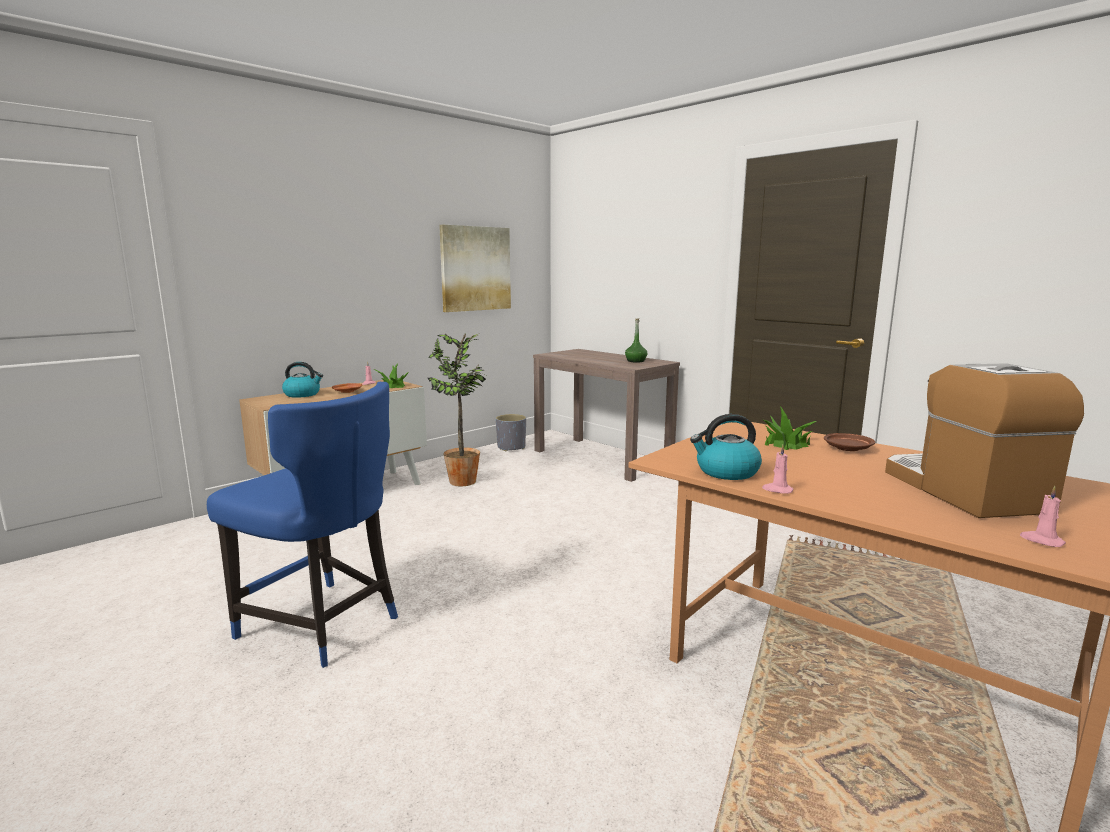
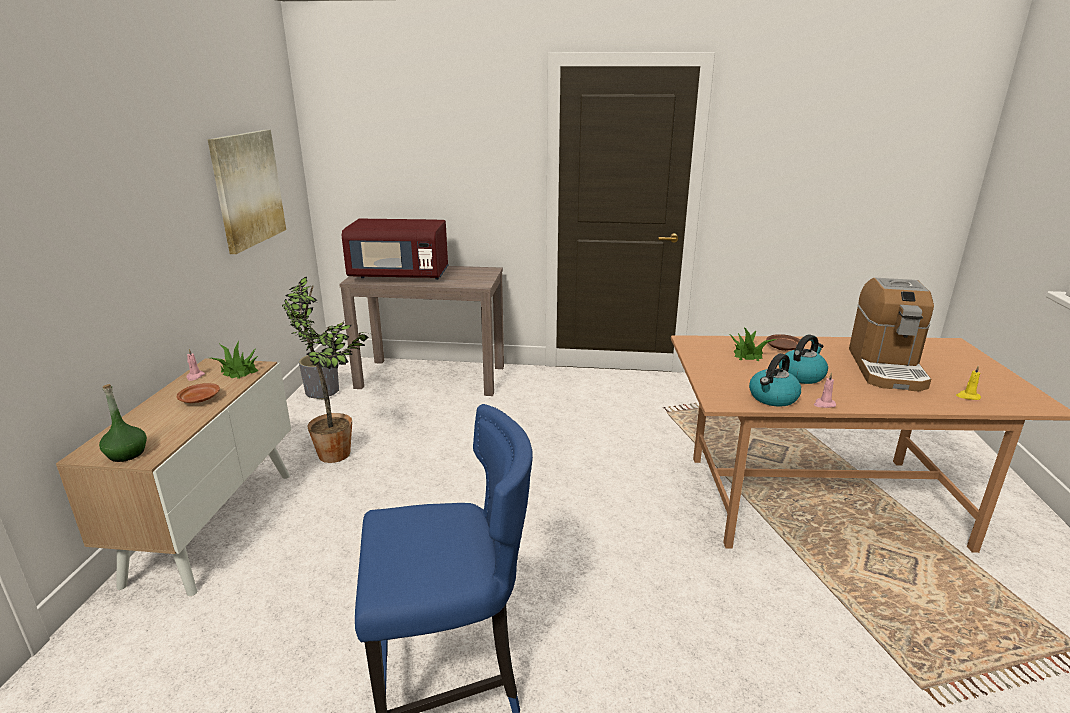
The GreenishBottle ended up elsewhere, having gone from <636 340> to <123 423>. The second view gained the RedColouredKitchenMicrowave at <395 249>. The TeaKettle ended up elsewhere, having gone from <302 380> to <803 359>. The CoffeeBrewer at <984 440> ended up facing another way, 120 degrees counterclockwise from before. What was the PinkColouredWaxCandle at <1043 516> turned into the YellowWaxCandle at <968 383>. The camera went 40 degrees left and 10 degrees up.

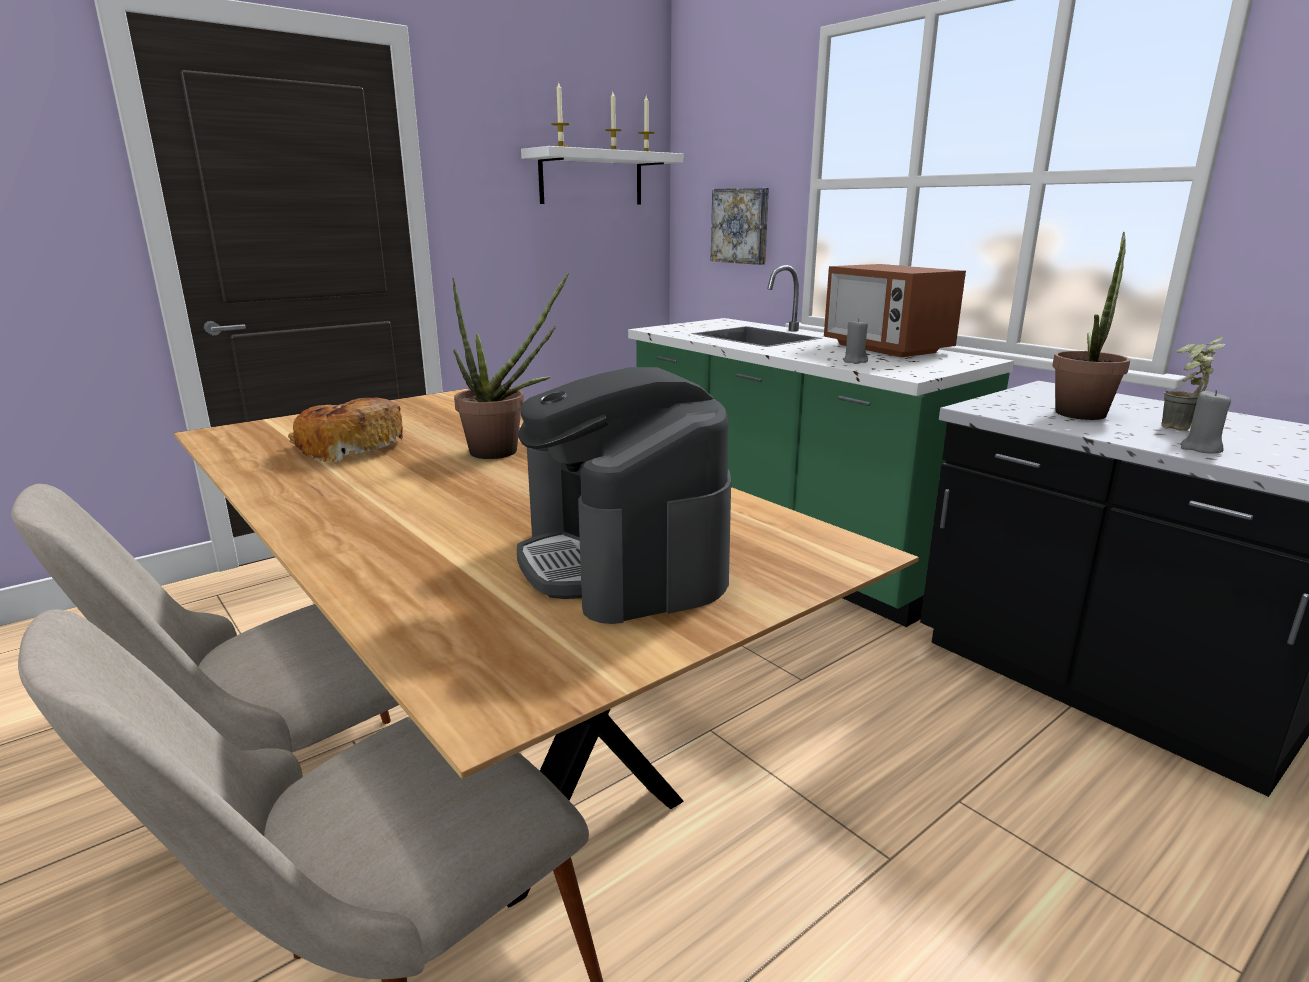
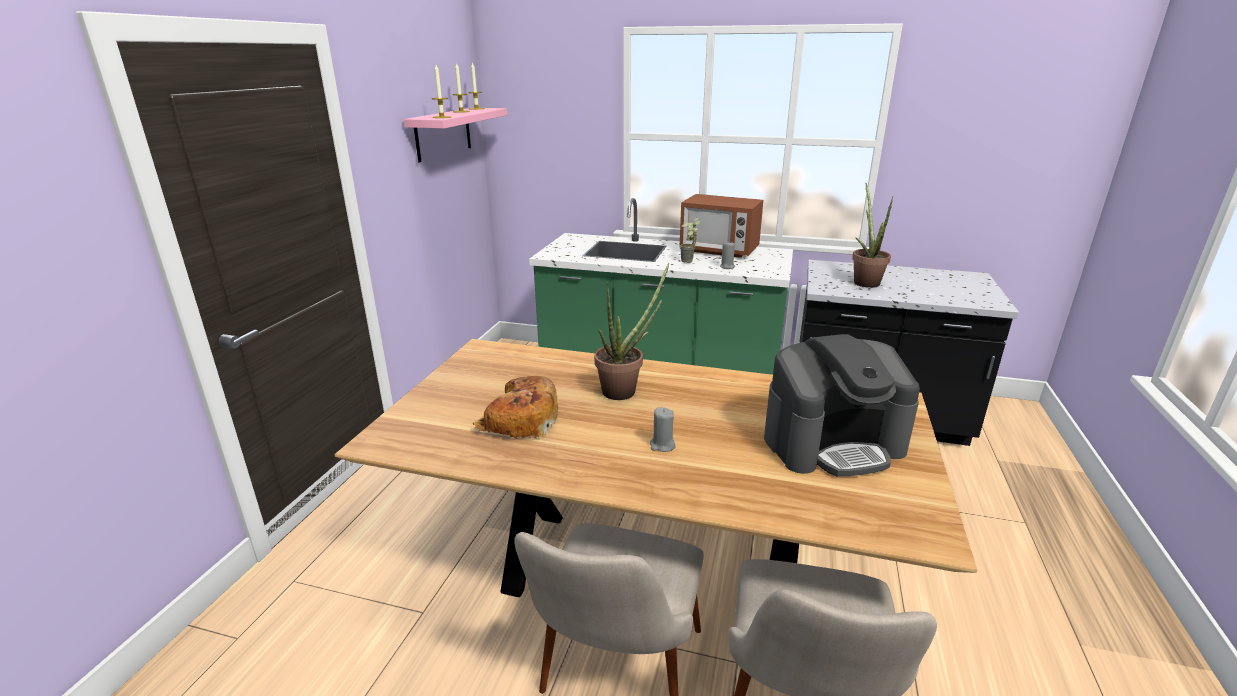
What was the WhiteColouredWallShelf at <602 175> turned into the PinkColouredWallShelf at <455 135>. The GreyWaxCandle ended up elsewhere, having gone from <1205 421> to <663 429>. The Houseplant ended up elsewhere, having gone from <1194 383> to <690 240>. The CoffeeBrewer at <624 495> ended up facing another way, 45 degrees counterclockwise from before. The second view lost the Picture at <740 226>. The camera went 35 degrees left and 5 degrees up.

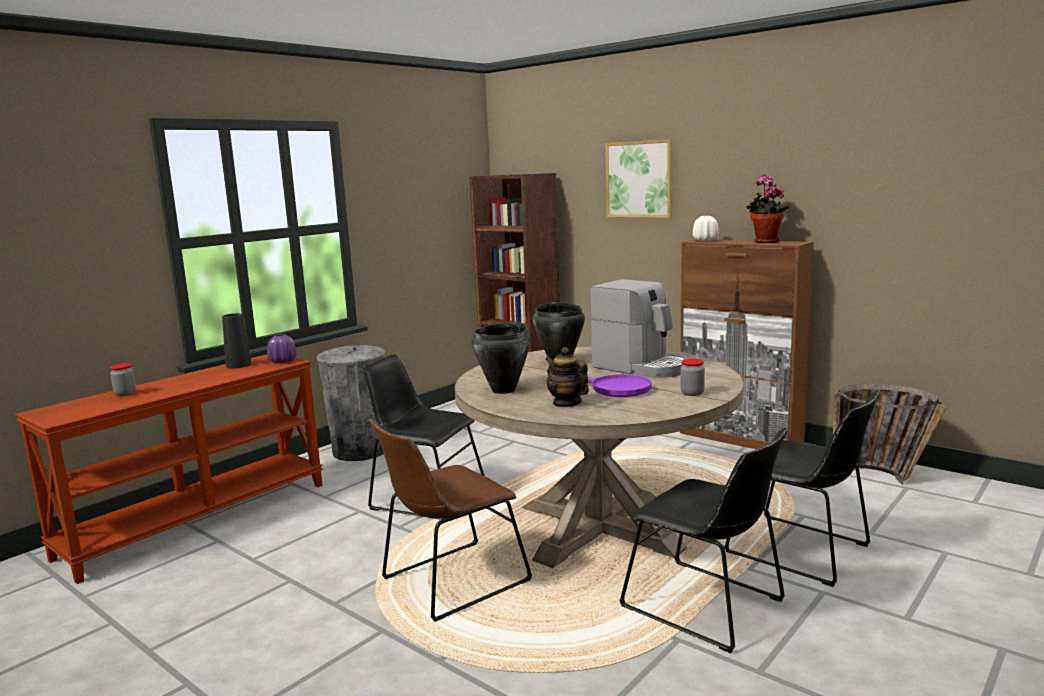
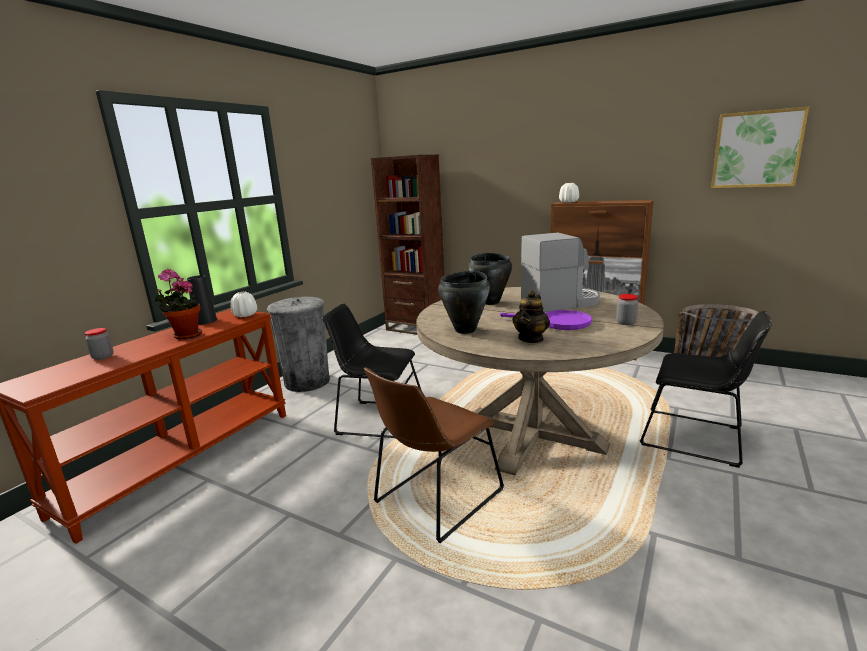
The Houseplant ended up elsewhere, having gone from <768 208> to <178 304>. What was the PurplishFlowerVase at <281 348> turned into the WhiteColouredFlowerVase at <244 304>. The Teapot at <567 377> ended up facing another way, 105 degrees counterclockwise from before. The CoffeeBrewer at <638 328> ended up facing another way, 45 degrees counterclockwise from before. The Picture ended up elsewhere, having gone from <639 178> to <760 147>. The second view lost the BlackPlainChair at <703 540>. The camera went 10 degrees left and 5 degrees up.

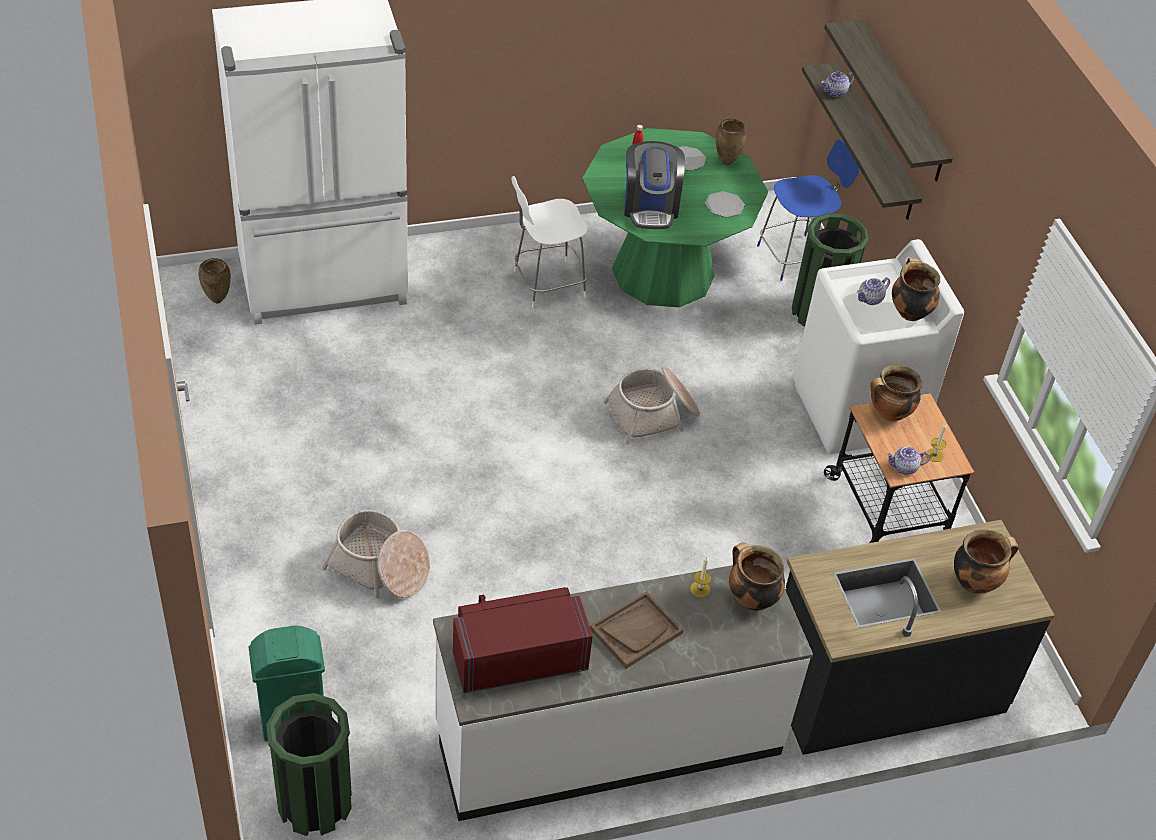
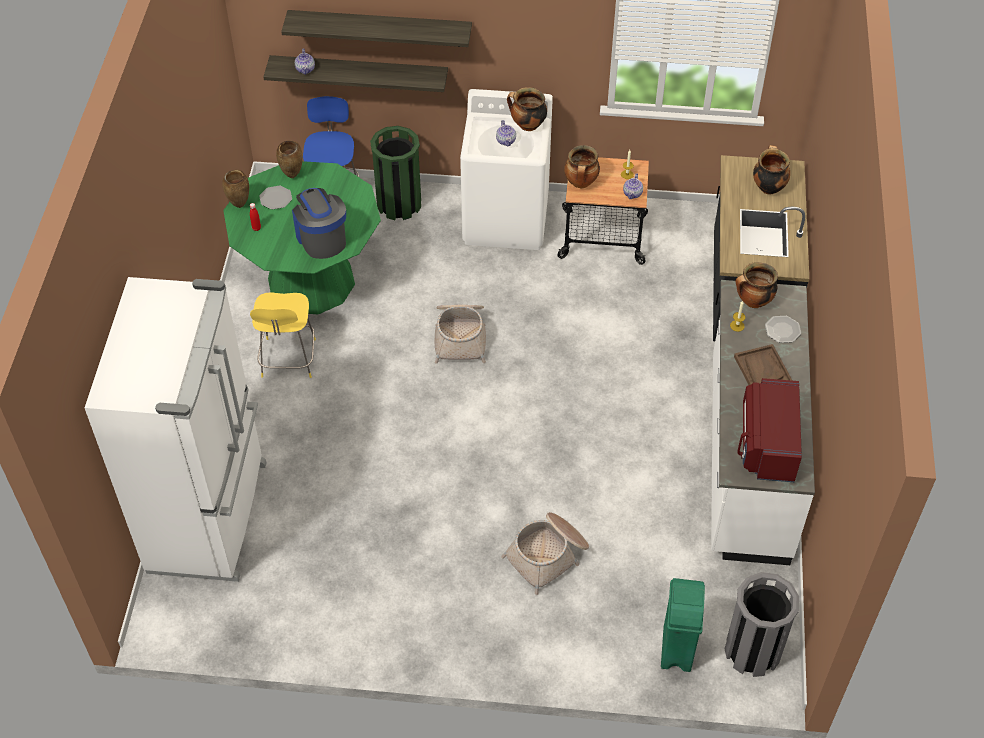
The BrownishFlowerVase ended up elsewhere, having gone from <215 281> to <235 189>. What was the WhiteColouredStool at <549 242> turned into the YellowStool at <283 335>. The CoffeeBrewer at <654 185> ended up facing another way, 135 degrees counterclockwise from before. What was the GreenishTrashCan at <309 764> turned into the GreyTrashCan at <762 624>. The FlatDish ended up elsewhere, having gone from <725 204> to <783 329>. The camera went 65 degrees left and 5 degrees up.

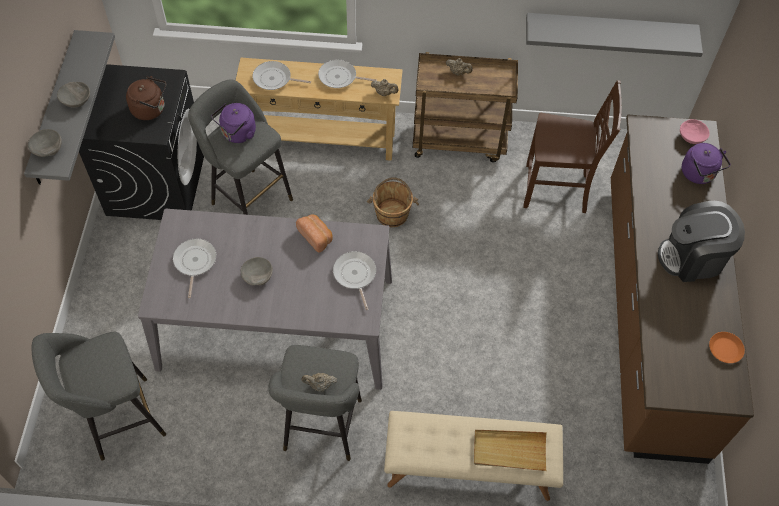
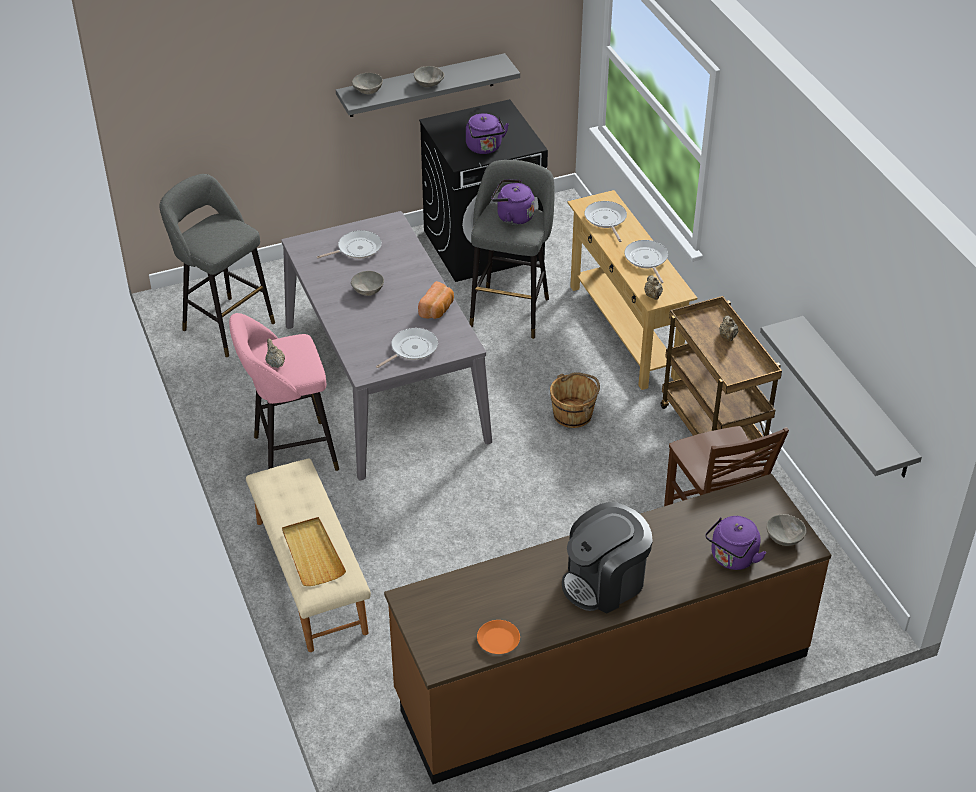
What was the GreyStool at <315 403> turned into the PinkColouredStool at <284 392>. What was the BrownishTeaKettle at <146 98> turned into the PurplishTeaKettle at <487 133>. The CoffeeBrewer at <701 241> ended up facing another way, 90 degrees counterclockwise from before. What was the PinkColouredDeepDish at <695 131> turned into the GreyDeepDish at <786 530>. The camera went 65 degrees right and 15 degrees down.

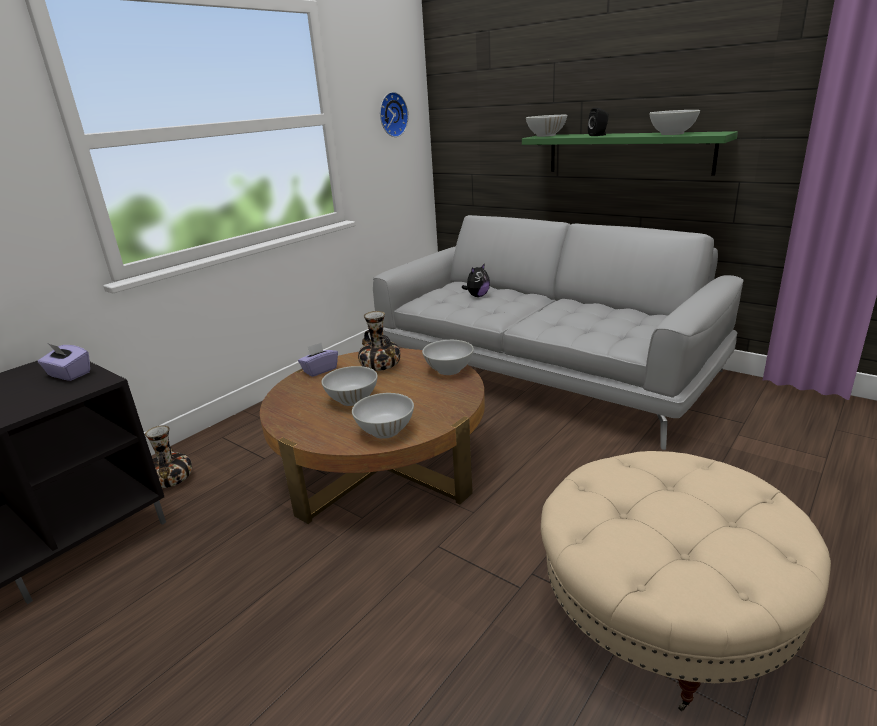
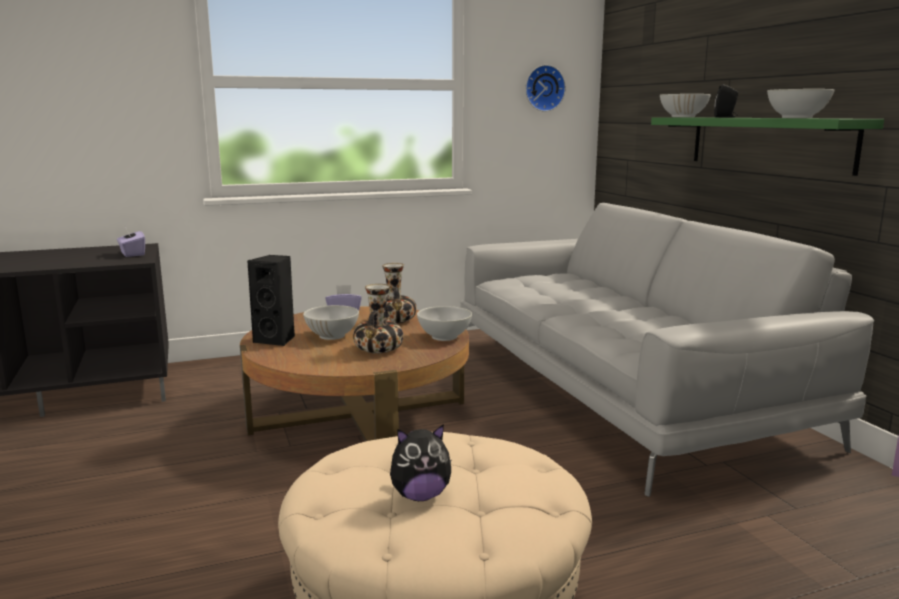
The second view gained the BlackLoudspeaker at <271 300>. The FlowerVase ended up elsewhere, having gone from <168 456> to <378 319>. The PlushToy ended up elsewhere, having gone from <476 280> to <421 462>. The second view lost the WhiteColouredDeepDish at <383 416>. The camera went 30 degrees right and 10 degrees down.

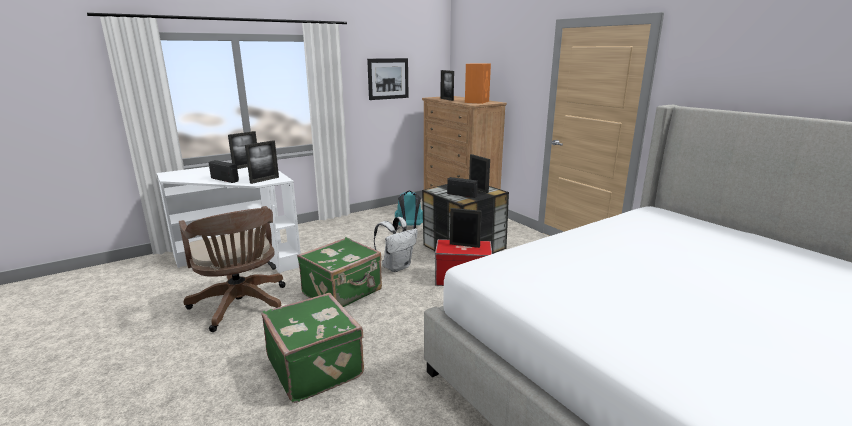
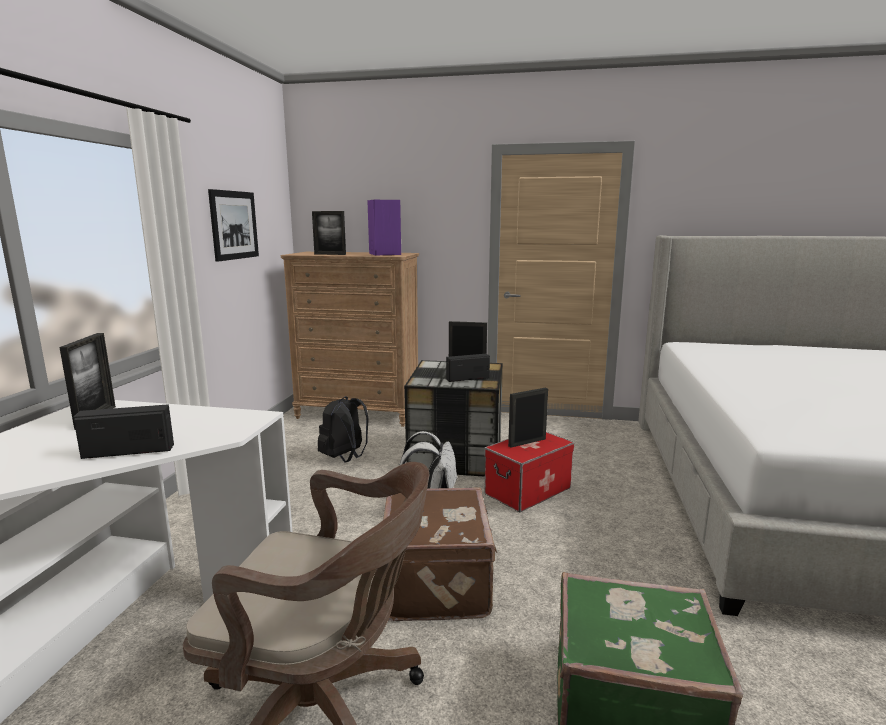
What was the BlueGreenKnapsack at <409 210> turned into the BlackKnapsack at <343 429>. What was the OrangeColouredLoudspeaker at <478 83> turned into the PurplishLoudspeaker at <384 227>. What was the GreenishSuitcase at <339 272> turned into the BrownishSuitcase at <440 554>. The second view lost the StandingFrame at <262 162>. The camera went 45 degrees left and 5 degrees down.

